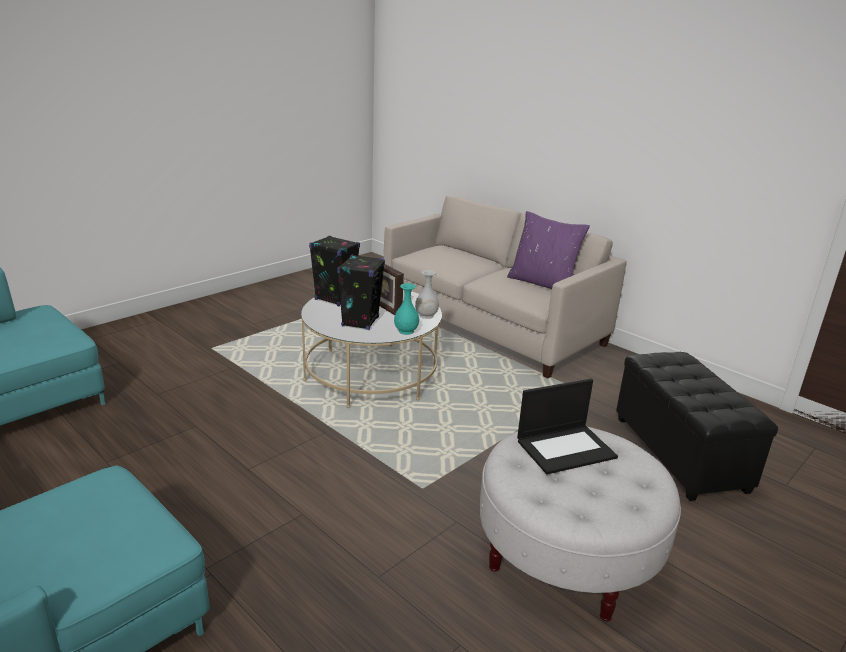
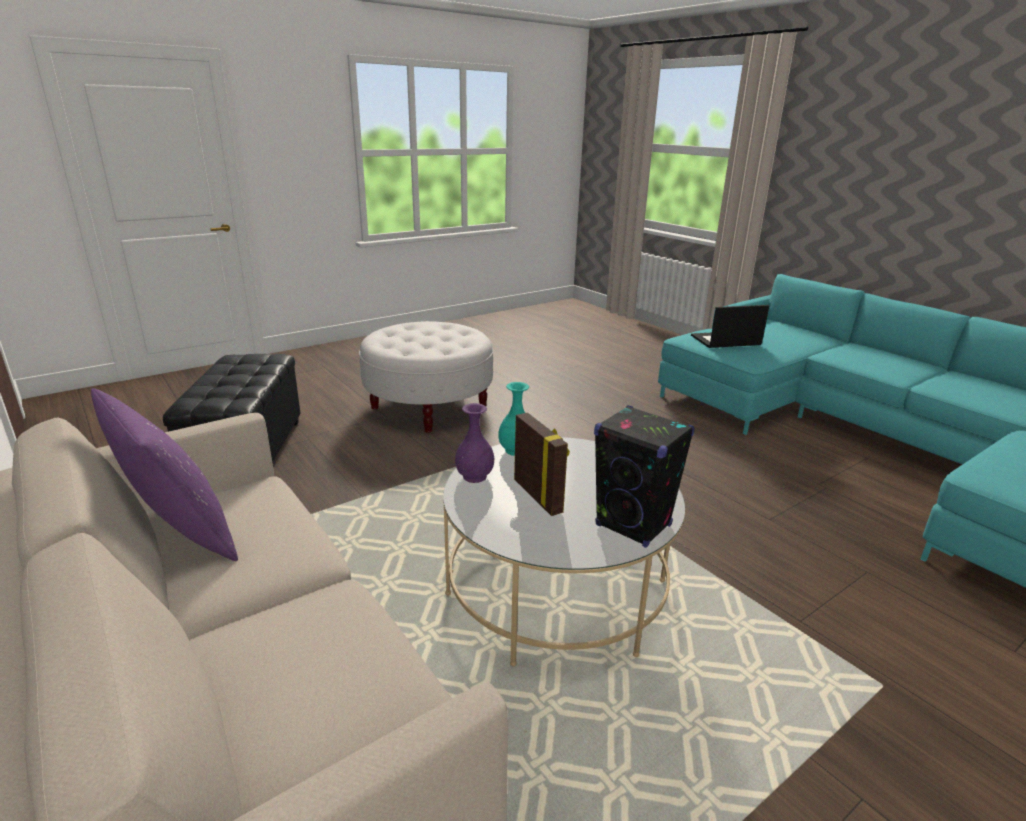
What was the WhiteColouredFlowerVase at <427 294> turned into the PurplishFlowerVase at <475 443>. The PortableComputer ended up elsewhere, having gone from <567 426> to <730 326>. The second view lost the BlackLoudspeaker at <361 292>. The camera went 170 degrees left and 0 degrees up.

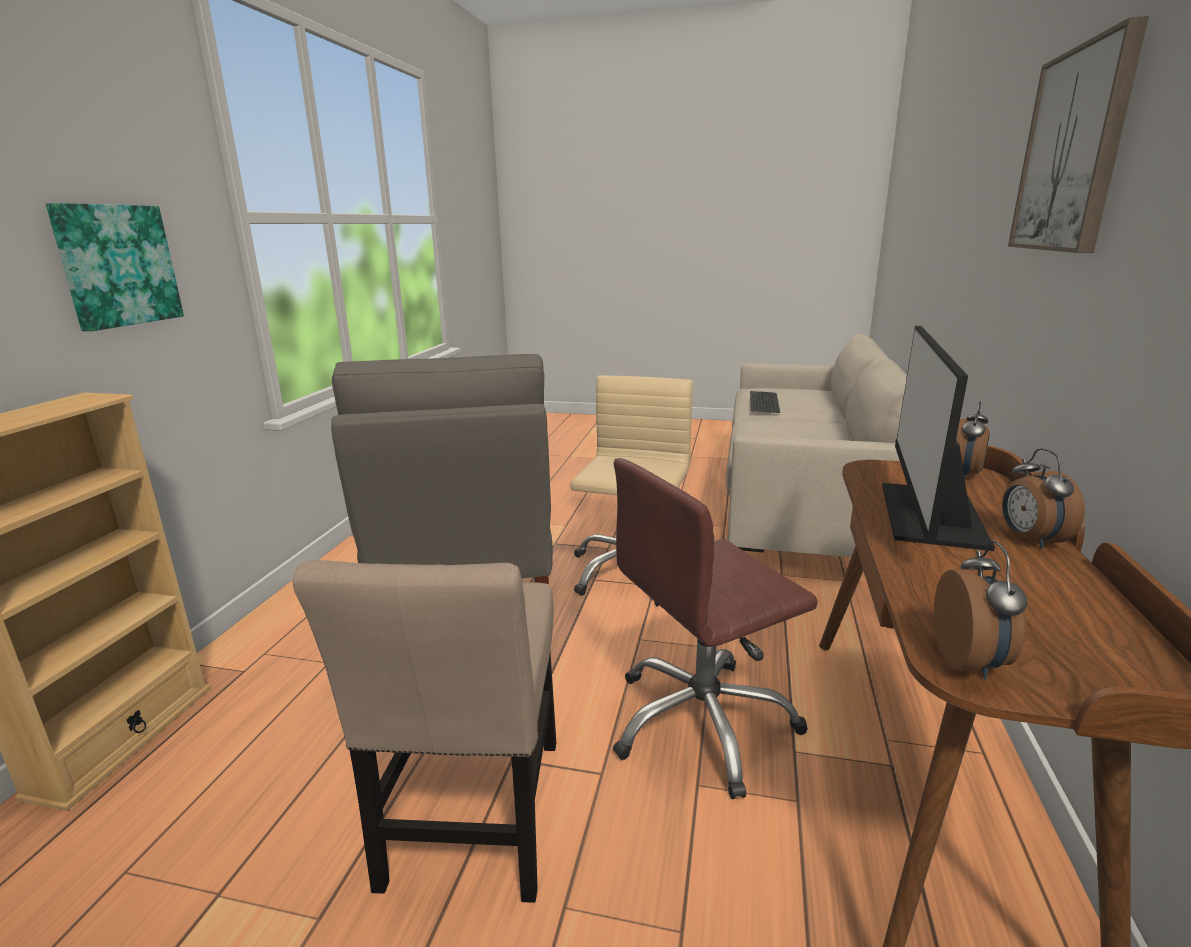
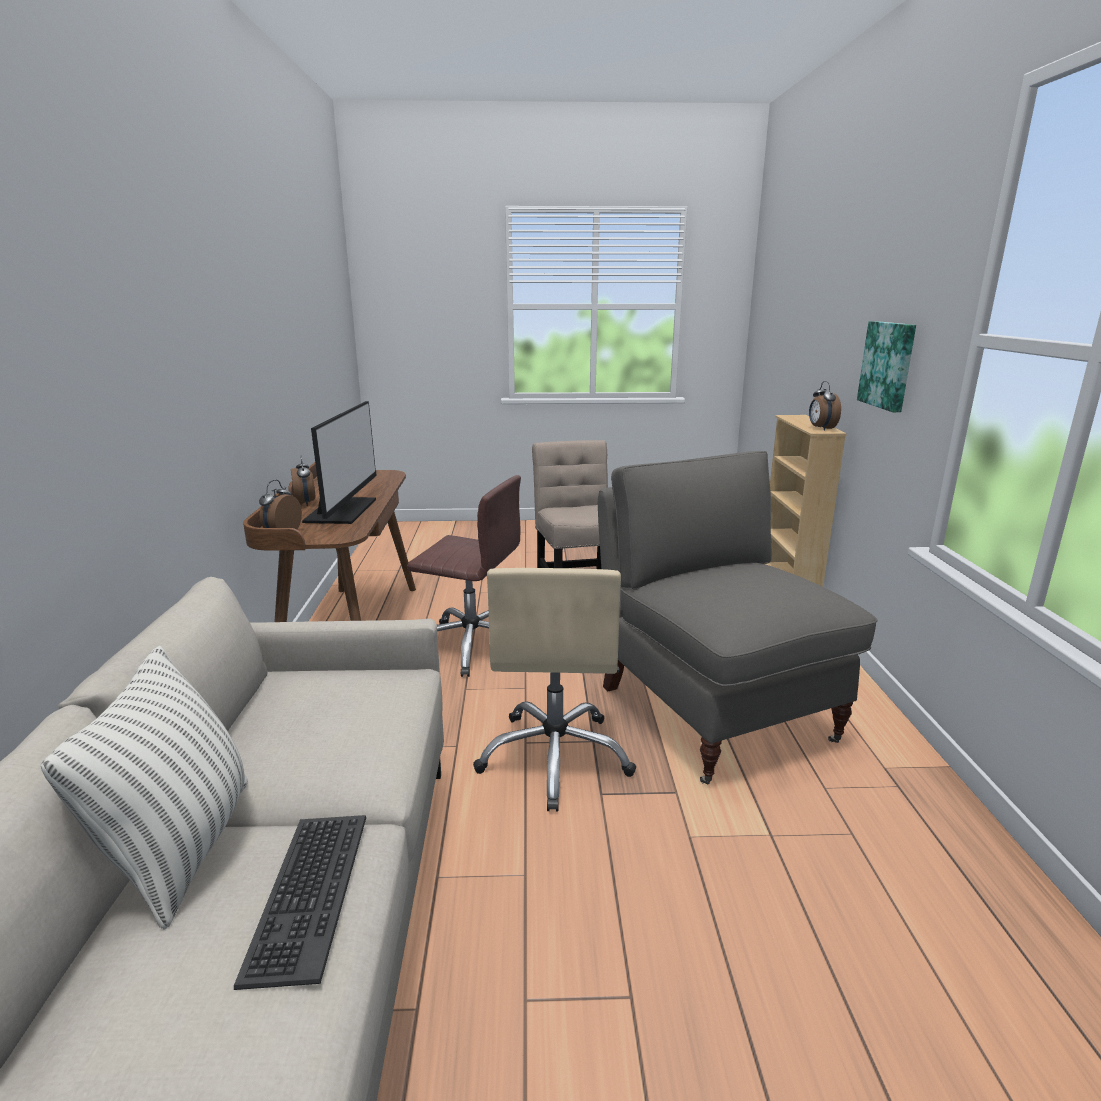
The second view gained the Pillow at <144 787>. The BrownishComputerChair at <715 628> ended up facing another way, 60 degrees clockwise from before. The BedsideClock ended up elsewhere, having gone from <980 610> to <825 406>. The second view lost the Picture at <1078 134>. The camera went 165 degrees right and 0 degrees up.

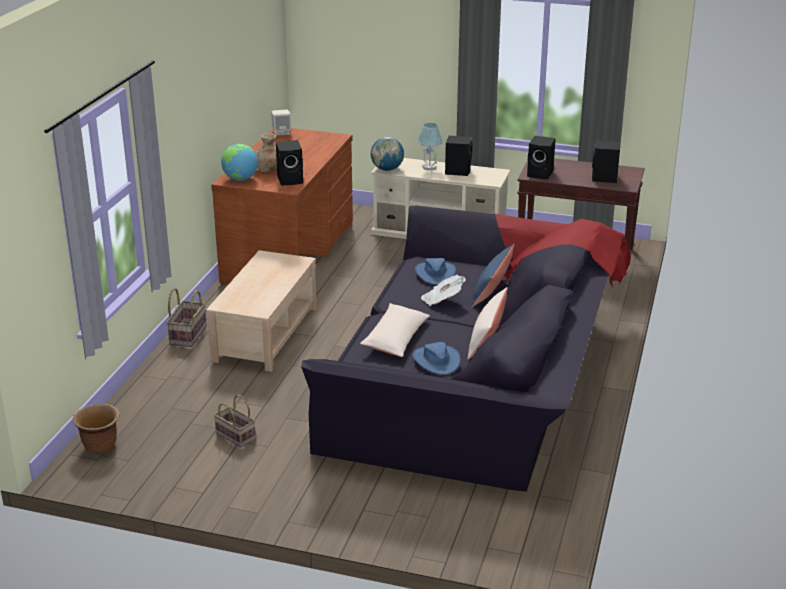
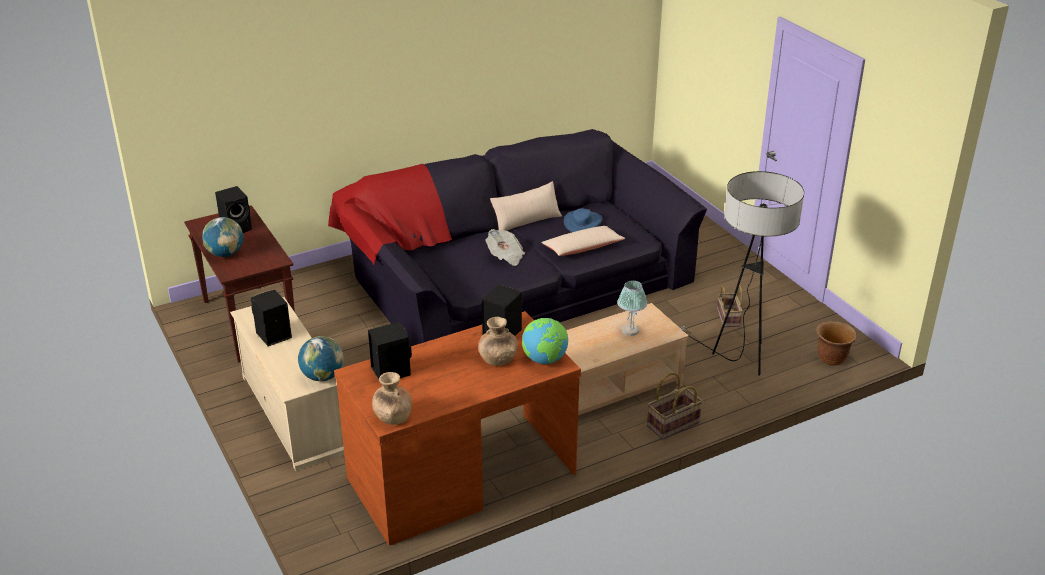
The second view gained the Globe at <222 237>. The BlackLoudspeaker ended up elsewhere, having gone from <541 157> to <390 351>. Where the SandColouredLoudspeaker stood at <281 123>, the BrownishFlowerVase came to stand at <392 398>. The TableLamp ended up elsewhere, having gone from <430 146> to <632 308>. The second view gained the StandardLamp at <742 273>. The second view lost the BluishHat at <435 271>. The second view lost the BluishPillow at <492 276>. The camera went 135 degrees left and 5 degrees up.

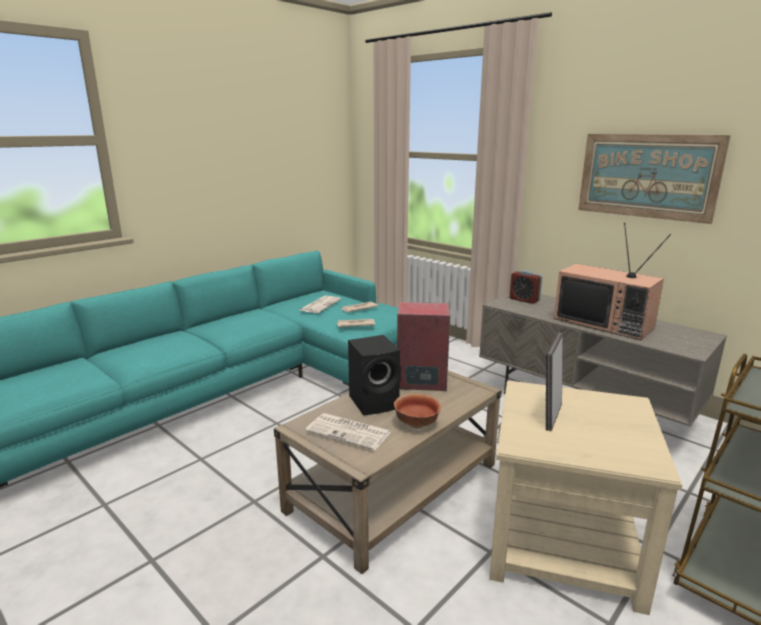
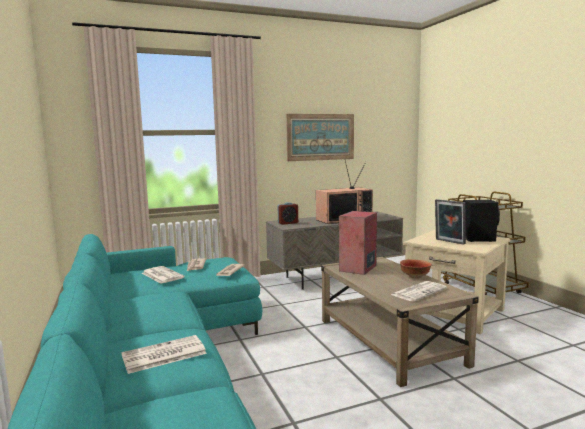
The second view gained the Newspaper at <164 354>. The BlackLoudspeaker ended up elsewhere, having gone from <374 375> to <481 221>. The camera went 65 degrees left and 10 degrees down.

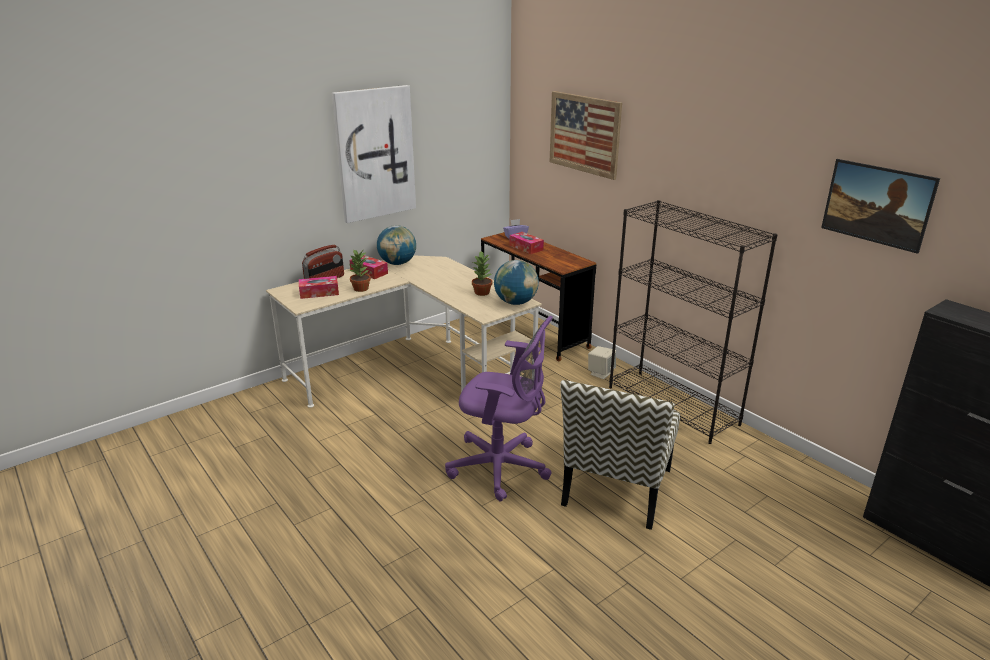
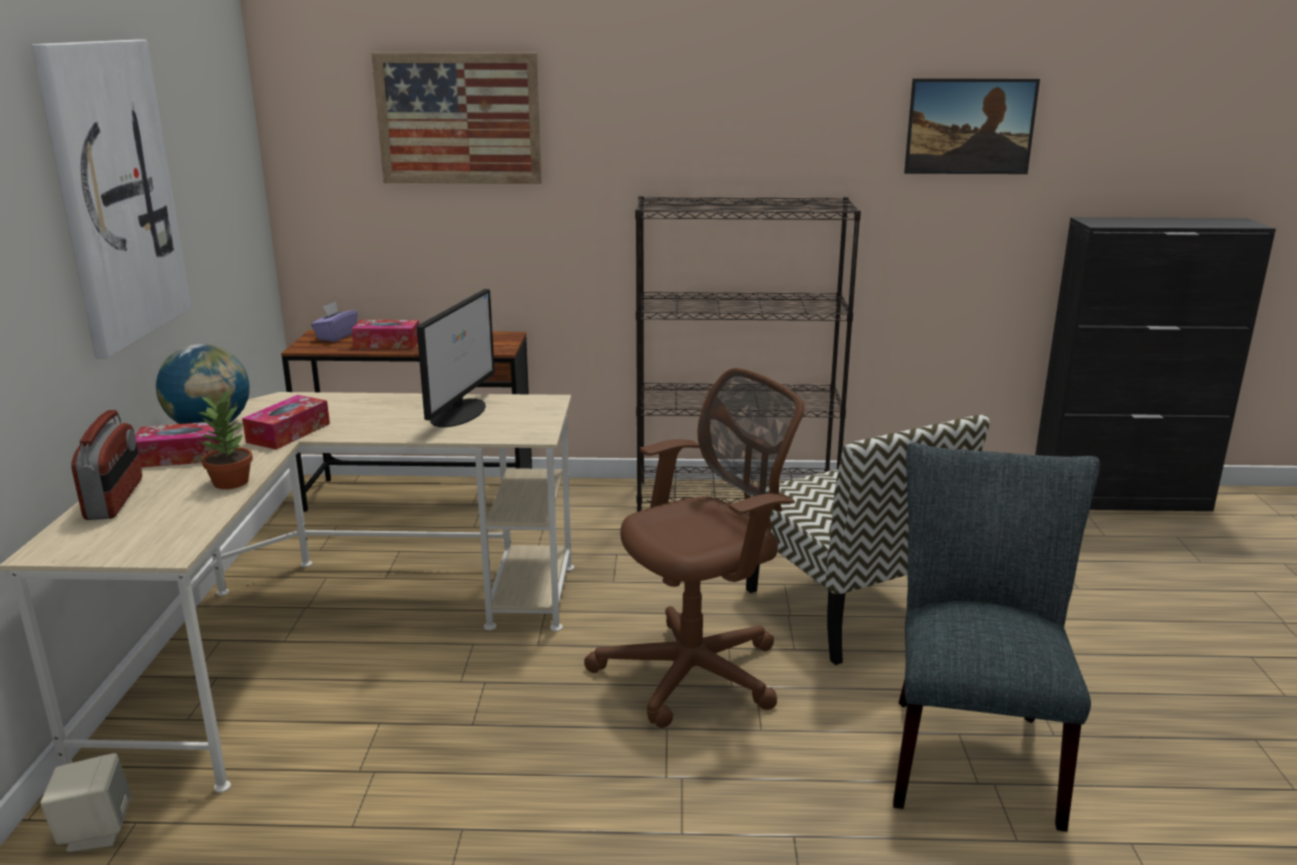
The SandColouredLoudspeaker ended up elsewhere, having gone from <602 362> to <85 802>. The TissueHolder ended up elsewhere, having gone from <319 287> to <286 422>. Where the Houseplant stood at <482 273>, the ComputerDisplay came to stand at <456 358>. What was the PurplishComputerChair at <499 408> turned into the BrownishComputerChair at <694 548>. The second view gained the GreyPlainChair at <996 637>. The second view lost the Globe at <516 282>. The camera went 50 degrees left and 5 degrees down.

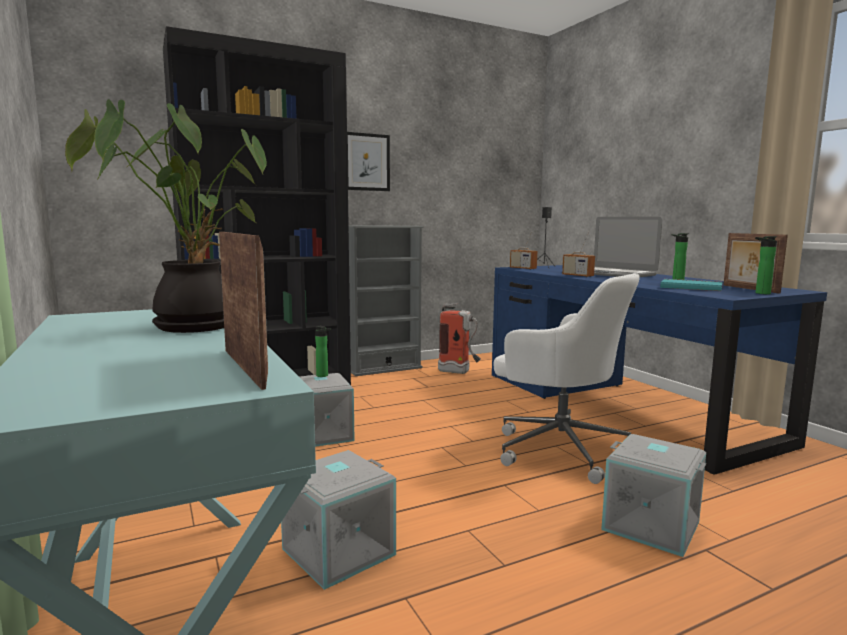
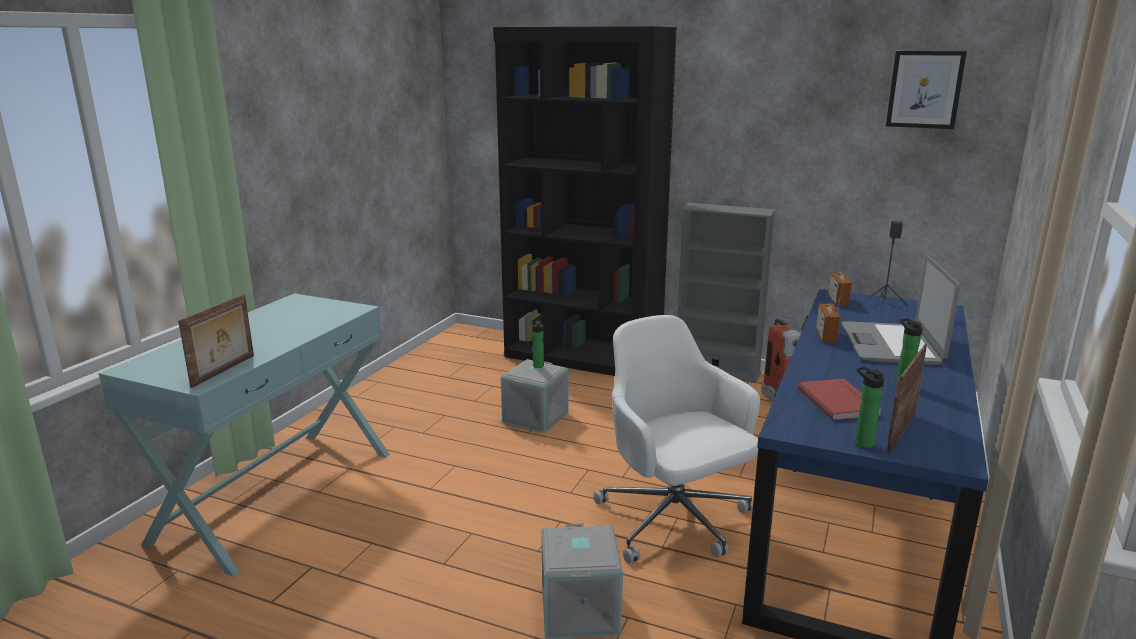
The WhiteColouredComputerChair at <567 378> ended up facing another way, 150 degrees clockwise from before. What was the BlueGreenVolume at <691 285> turned into the RedColouredVolume at <839 399>. The Picture ended up elsewhere, having gone from <368 161> to <926 90>. The second view lost the Houseplant at <166 216>. The second view lost the GreyStorageBin at <338 520>. The camera went 50 degrees right and 10 degrees up.

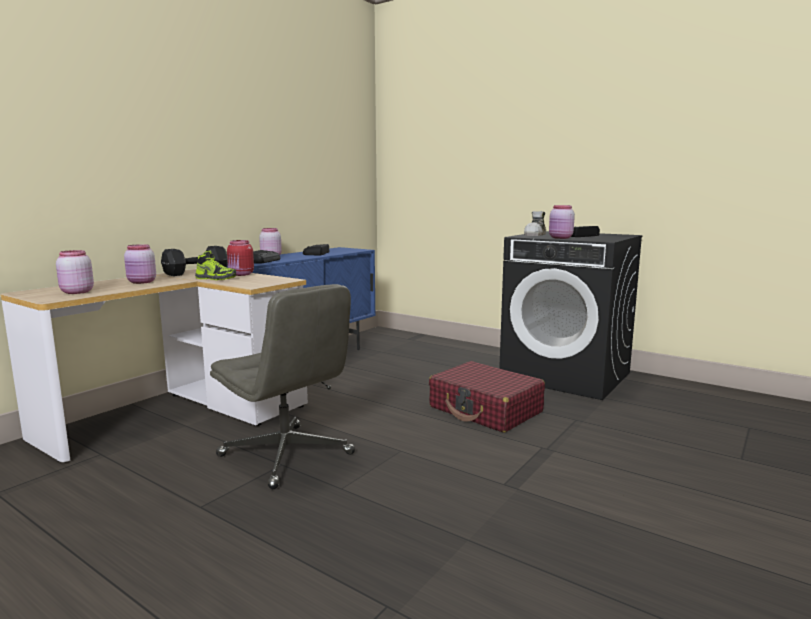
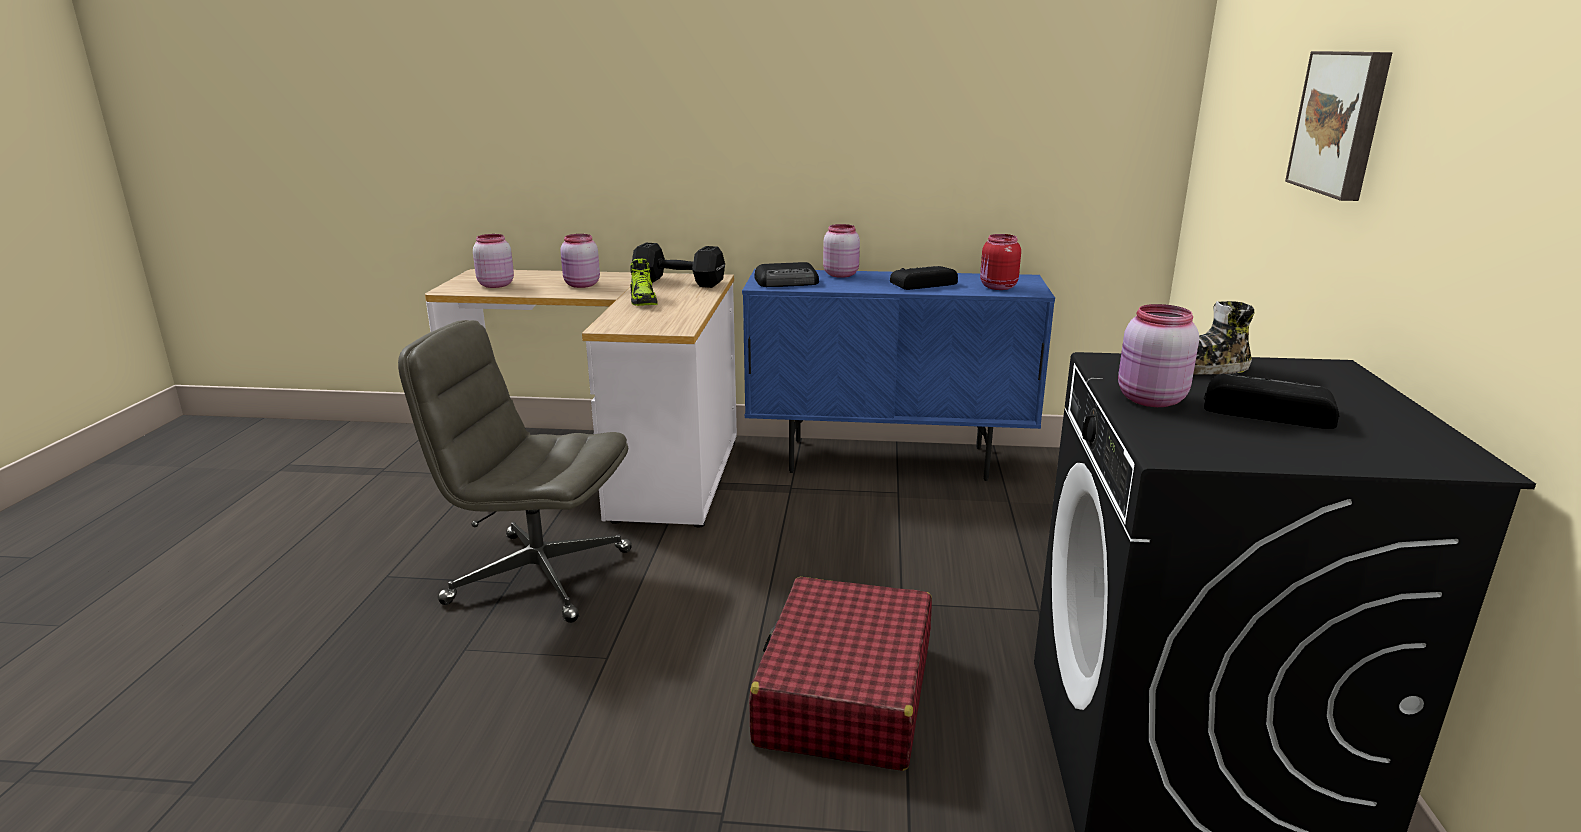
The GreyComputerChair at <282 386> ended up facing another way, 90 degrees clockwise from before. The RedColouredStorageJar ended up elsewhere, having gone from <240 258> to <1000 262>. The second view gained the Picture at <1338 126>. The camera went 60 degrees right and 10 degrees up.

